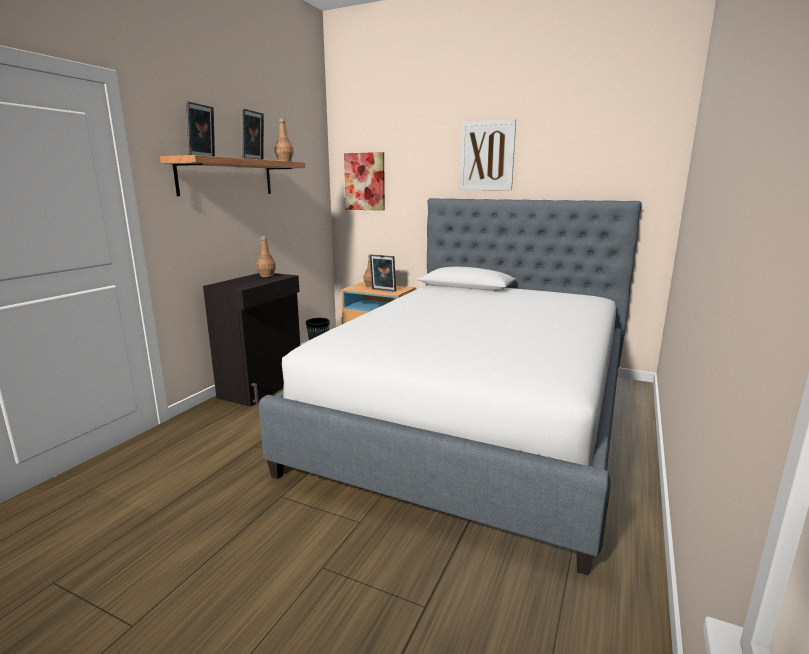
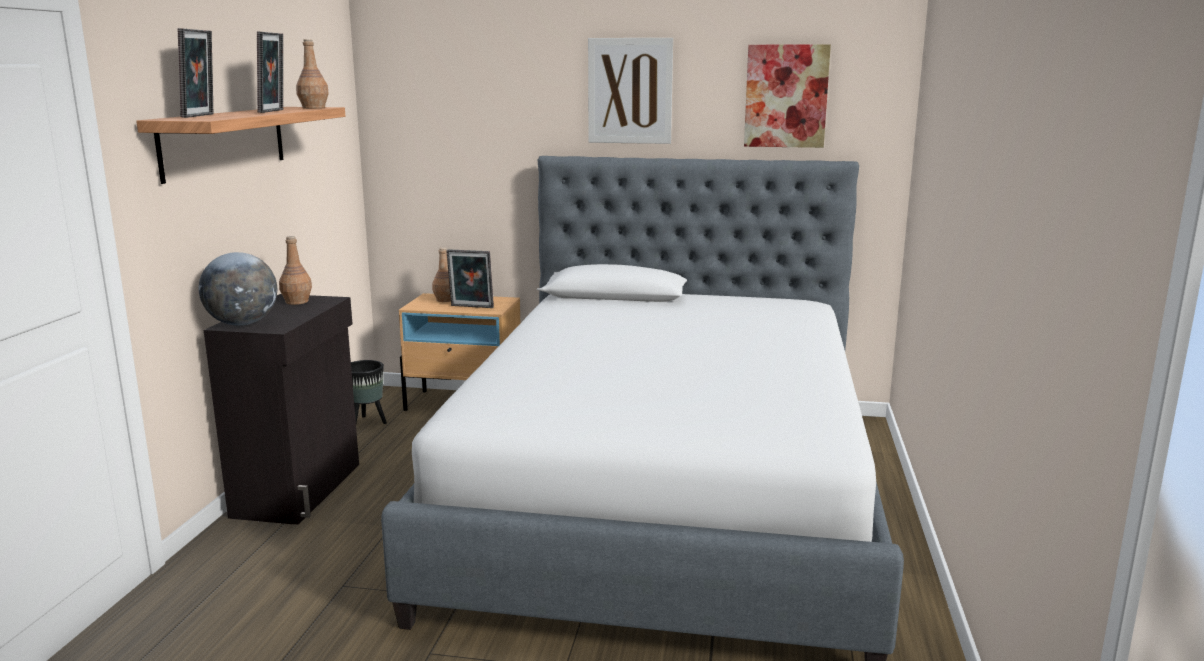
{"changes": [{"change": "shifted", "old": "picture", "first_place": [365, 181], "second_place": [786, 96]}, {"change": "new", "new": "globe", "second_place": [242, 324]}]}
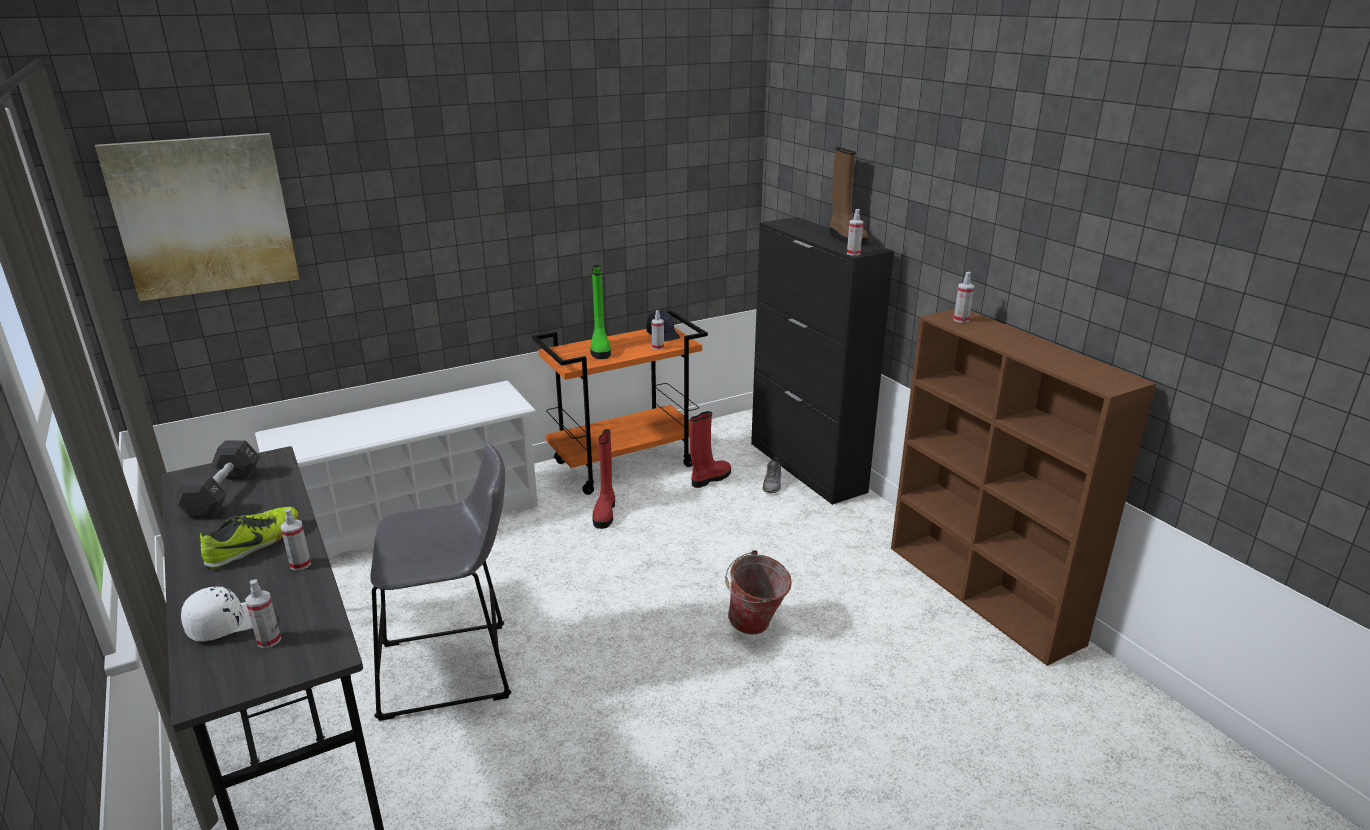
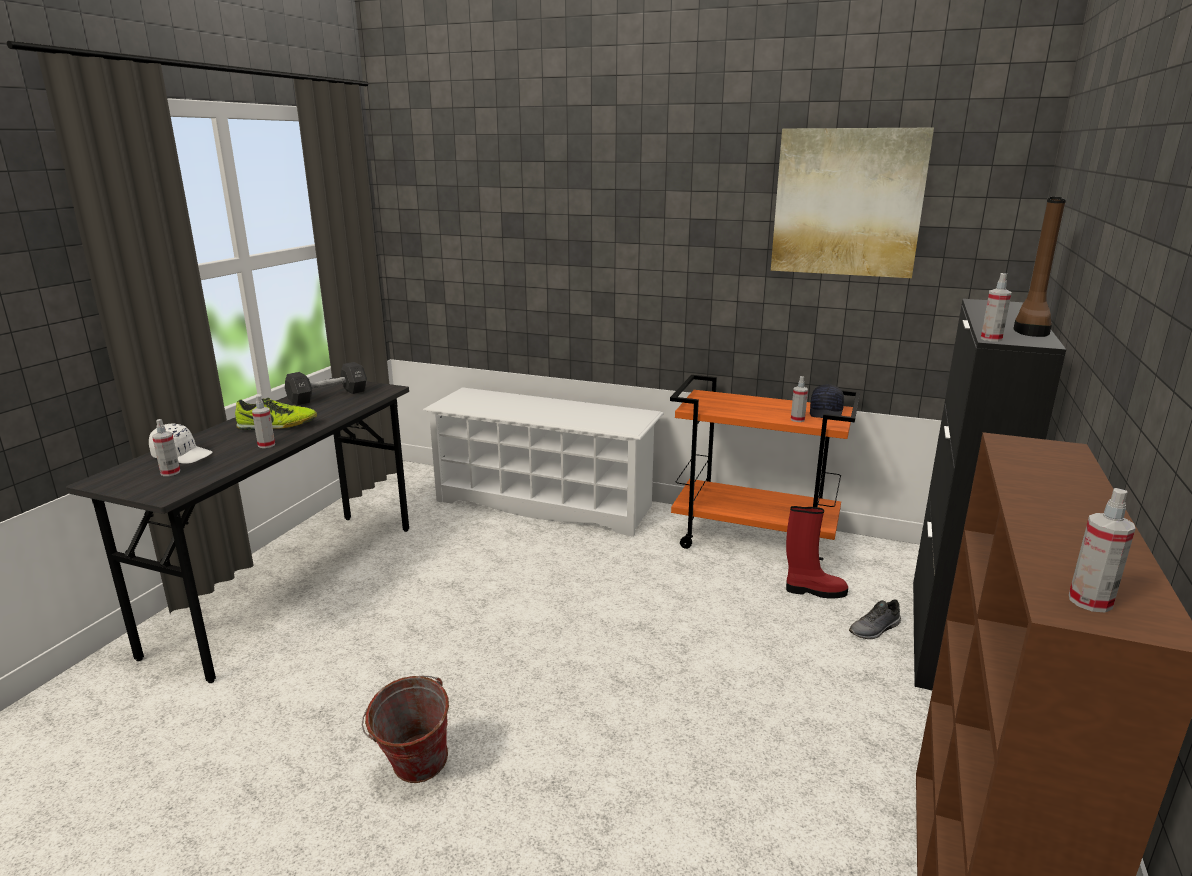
{"changes": [{"change": "shifted", "old": "picture", "first_place": [204, 215], "second_place": [847, 203]}, {"change": "gone", "old": "stool (grey)", "first_place": [454, 670]}, {"change": "gone", "old": "boot (green)", "first_place": [600, 348]}, {"change": "gone", "old": "boot (red)", "first_place": [605, 513]}, {"change": "shifted", "old": "bucket", "first_place": [755, 628], "second_place": [413, 773]}, {"change": "shifted", "old": "spray bottle", "first_place": [961, 320], "second_place": [1090, 601]}]}
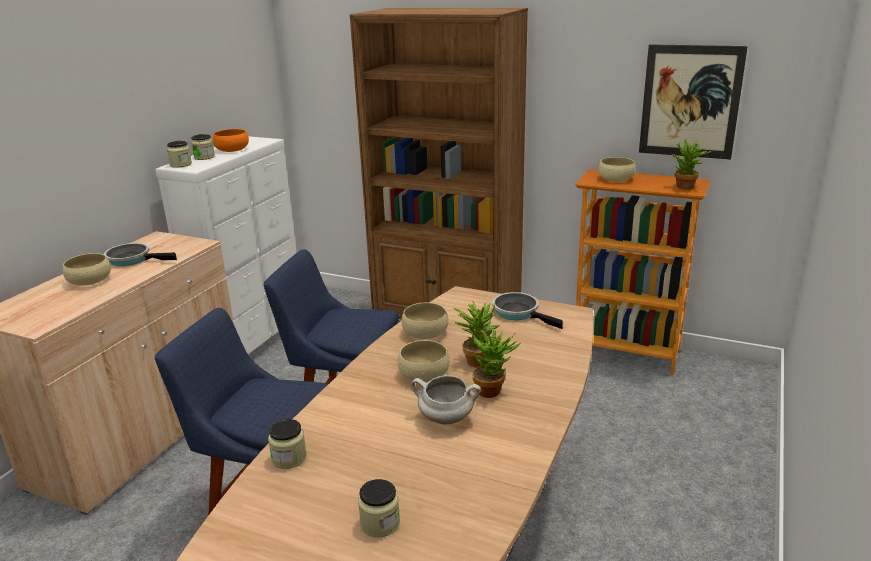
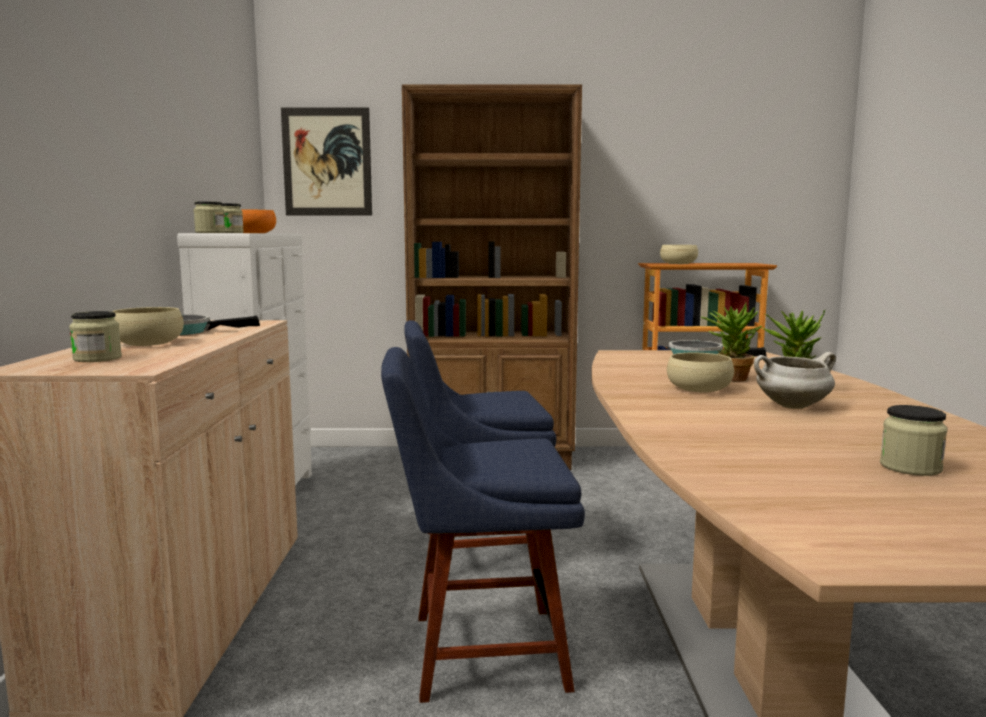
{"changes": [{"change": "shifted", "old": "jar", "first_place": [289, 458], "second_place": [97, 358]}, {"change": "gone", "old": "bowl (beige)", "first_place": [425, 332]}, {"change": "shifted", "old": "picture", "first_place": [690, 102], "second_place": [327, 162]}, {"change": "gone", "old": "potted plant", "first_place": [686, 188]}]}
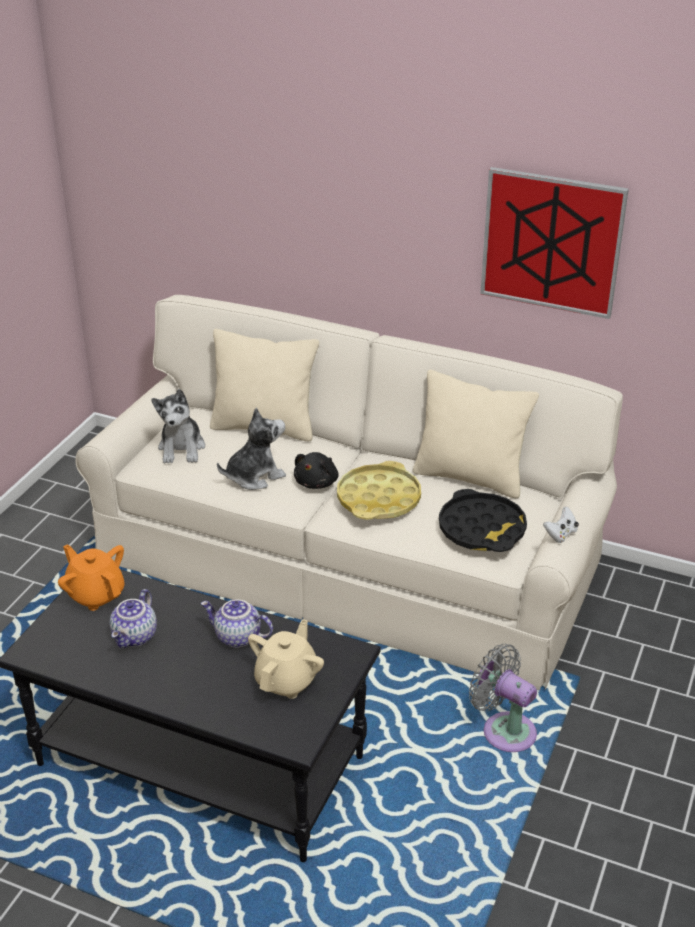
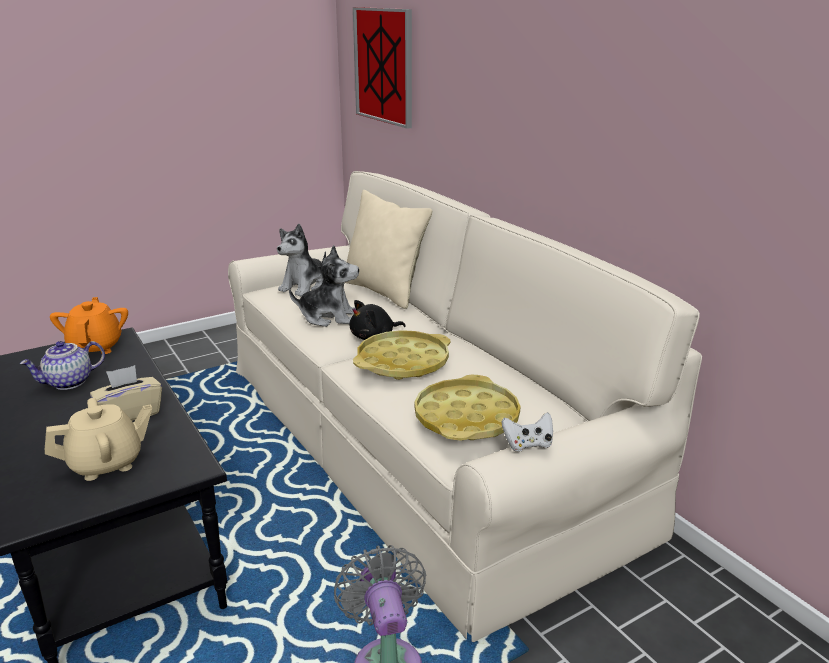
{"changes": [{"change": "swapped", "old": "teapot", "new": "tissue box (beige)", "first_place": [237, 637], "second_place": [130, 414]}, {"change": "gone", "old": "pillow (beige)", "first_place": [470, 477]}, {"change": "repainted", "old": "tray (black)", "new": "tray (yellow)", "first_place": [482, 529], "second_place": [466, 418]}, {"change": "shifted", "old": "picture", "first_place": [552, 242], "second_place": [383, 66]}]}
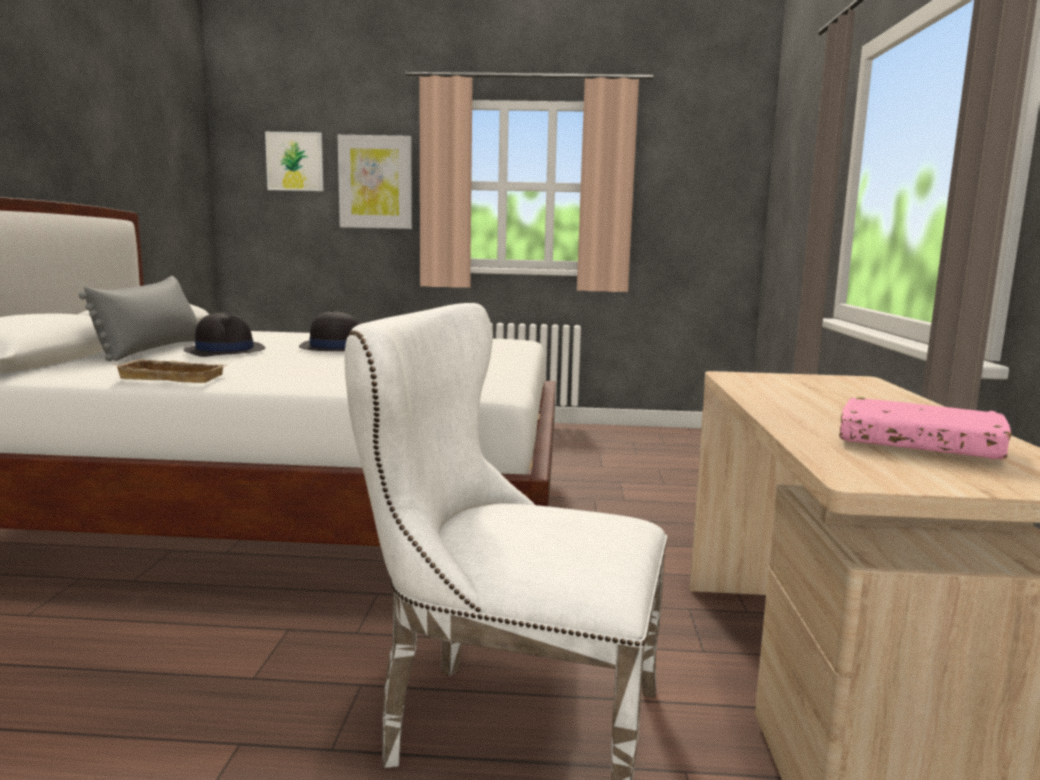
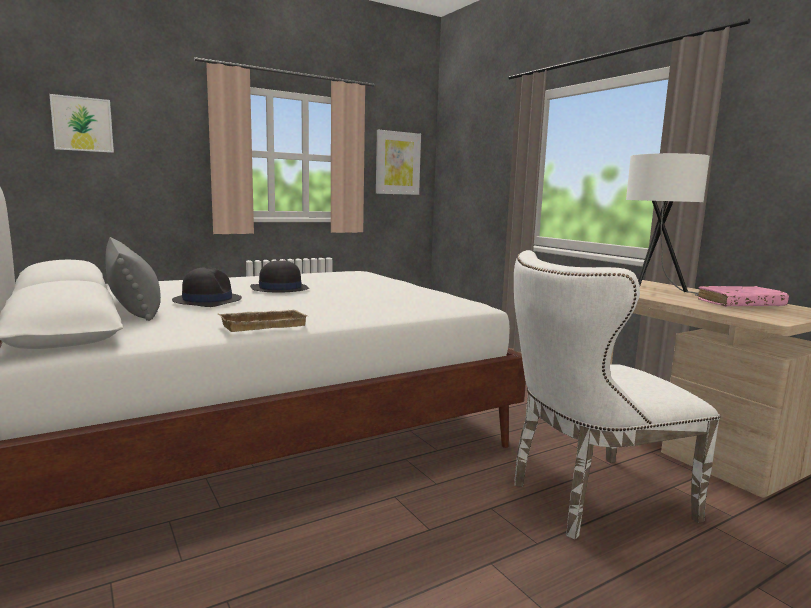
{"changes": [{"change": "shifted", "old": "picture", "first_place": [375, 182], "second_place": [397, 163]}, {"change": "new", "new": "table lamp (white)", "second_place": [656, 290]}]}
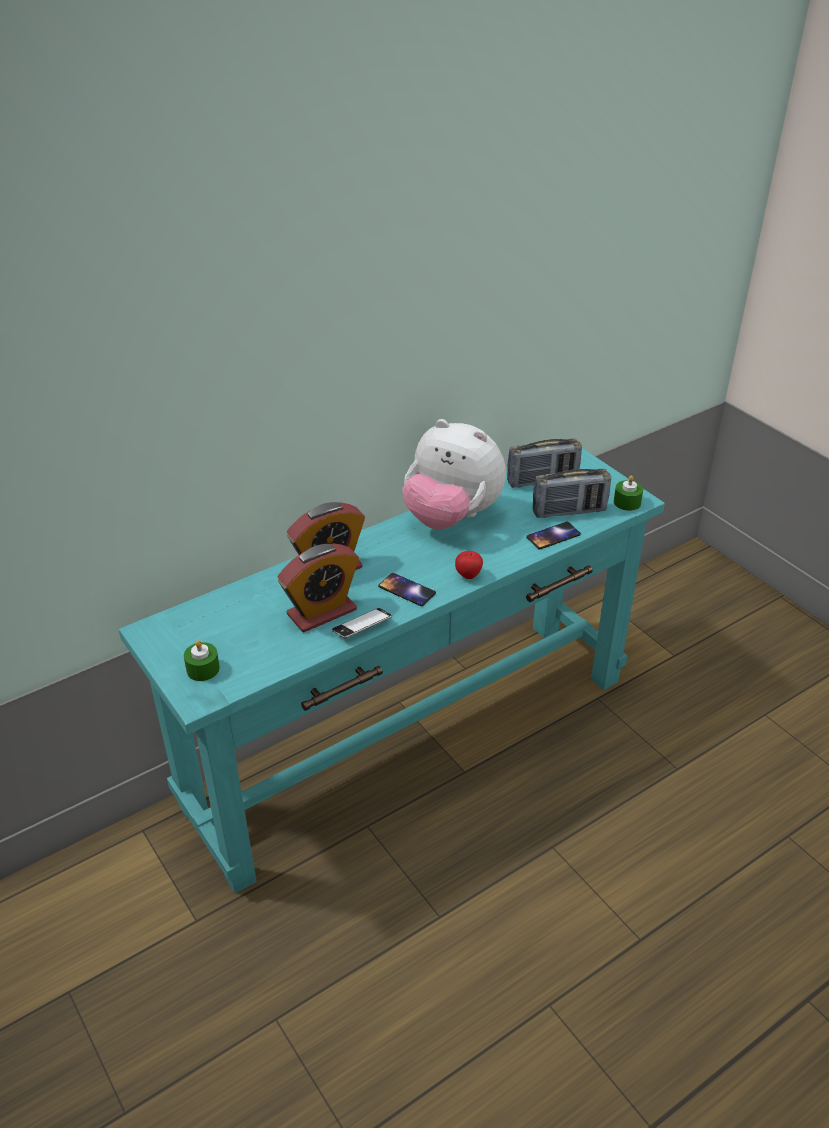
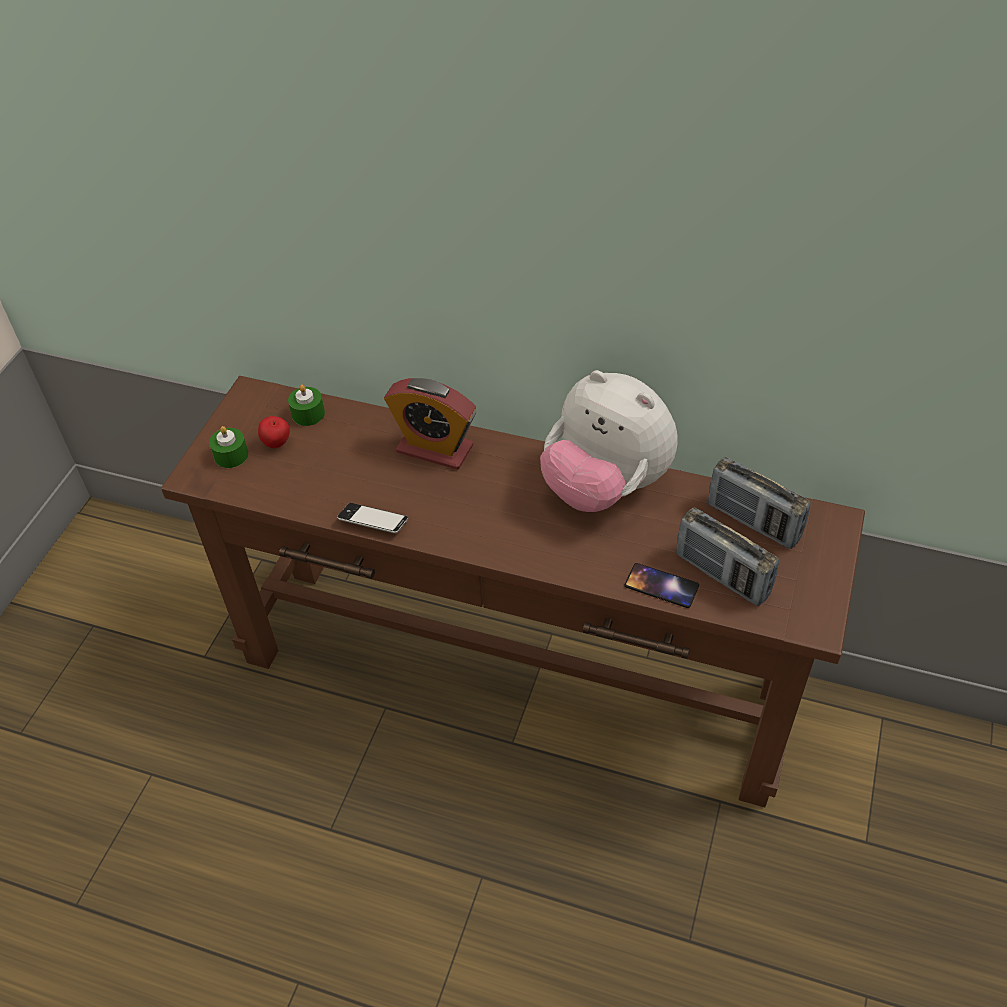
{"changes": [{"change": "repainted", "old": "console table (turquoise)", "new": "console table (brown)", "first_place": [411, 740], "second_place": [513, 674]}, {"change": "gone", "old": "alarm clock", "first_place": [322, 612]}, {"change": "gone", "old": "phone", "first_place": [406, 590]}, {"change": "rotated", "old": "plush toy", "first_place": [451, 517], "second_place": [605, 487], "degrees": -45}, {"change": "shifted", "old": "apple", "first_place": [468, 575], "second_place": [277, 444]}, {"change": "shifted", "old": "candle (green)", "first_place": [627, 502], "second_place": [308, 414]}]}
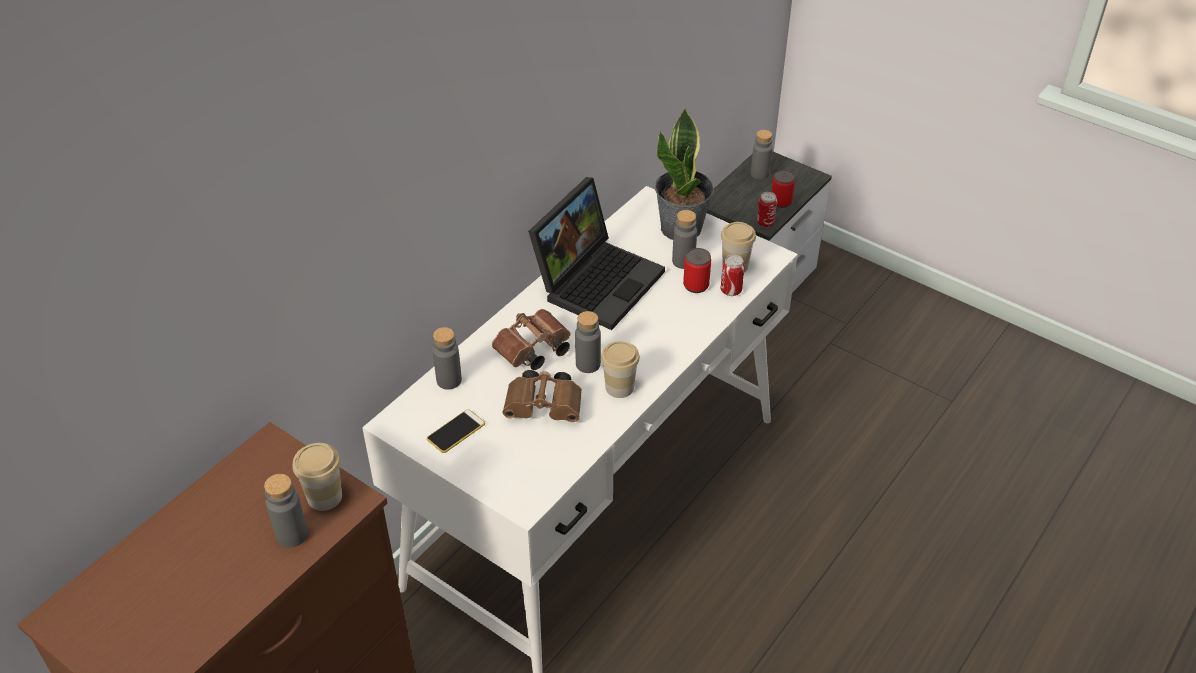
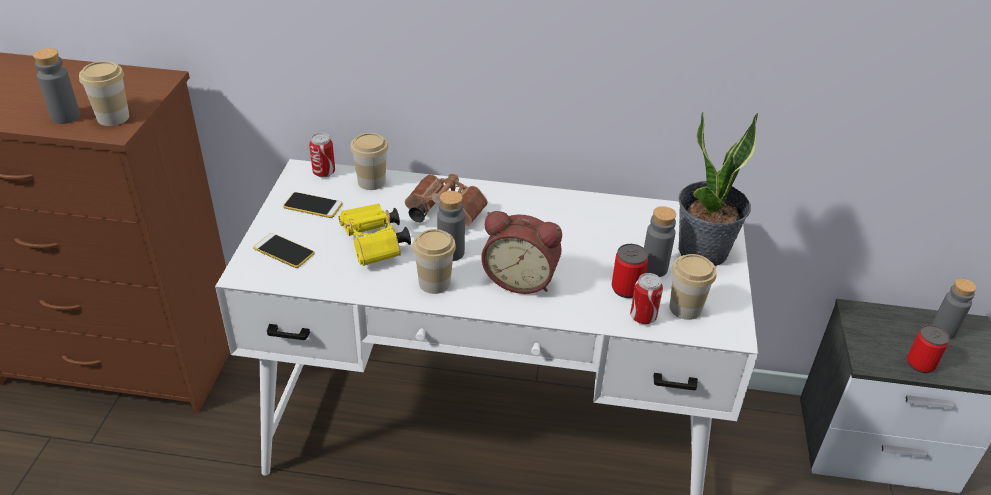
{"changes": [{"change": "swapped", "old": "bottle (grey)", "new": "cup", "first_place": [449, 380], "second_place": [371, 182]}, {"change": "repainted", "old": "binoculars (brown)", "new": "binoculars (yellow)", "first_place": [546, 408], "second_place": [375, 246]}, {"change": "gone", "old": "laptop", "first_place": [597, 280]}, {"change": "shifted", "old": "can", "first_place": [765, 223], "second_place": [324, 173]}, {"change": "new", "new": "phone", "second_place": [284, 251]}, {"change": "new", "new": "alarm clock", "second_place": [521, 279]}]}
